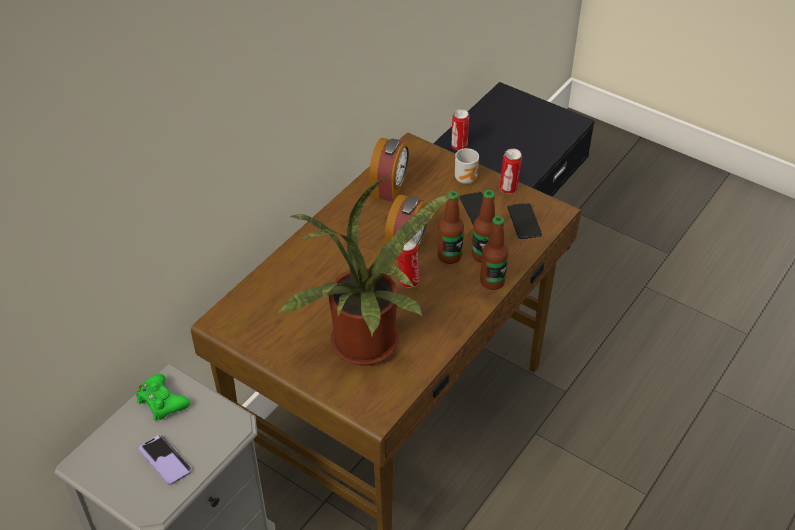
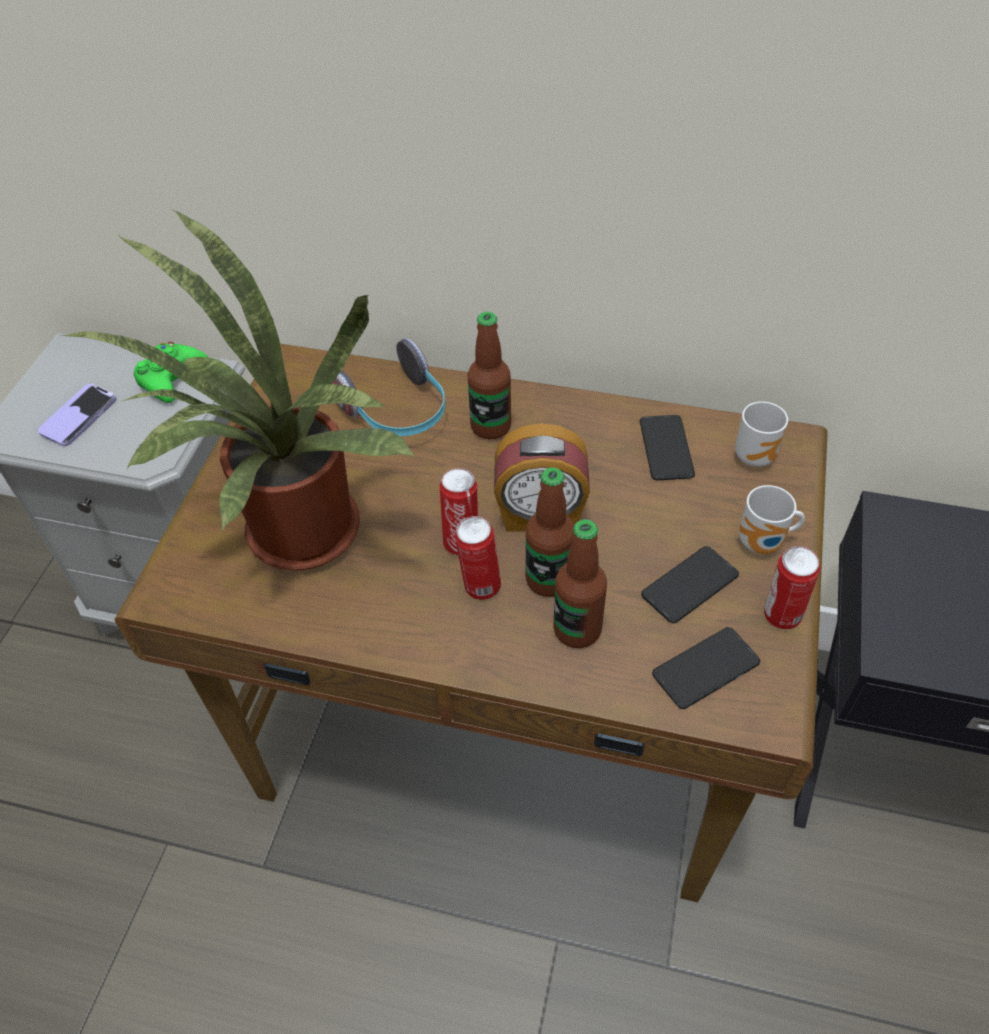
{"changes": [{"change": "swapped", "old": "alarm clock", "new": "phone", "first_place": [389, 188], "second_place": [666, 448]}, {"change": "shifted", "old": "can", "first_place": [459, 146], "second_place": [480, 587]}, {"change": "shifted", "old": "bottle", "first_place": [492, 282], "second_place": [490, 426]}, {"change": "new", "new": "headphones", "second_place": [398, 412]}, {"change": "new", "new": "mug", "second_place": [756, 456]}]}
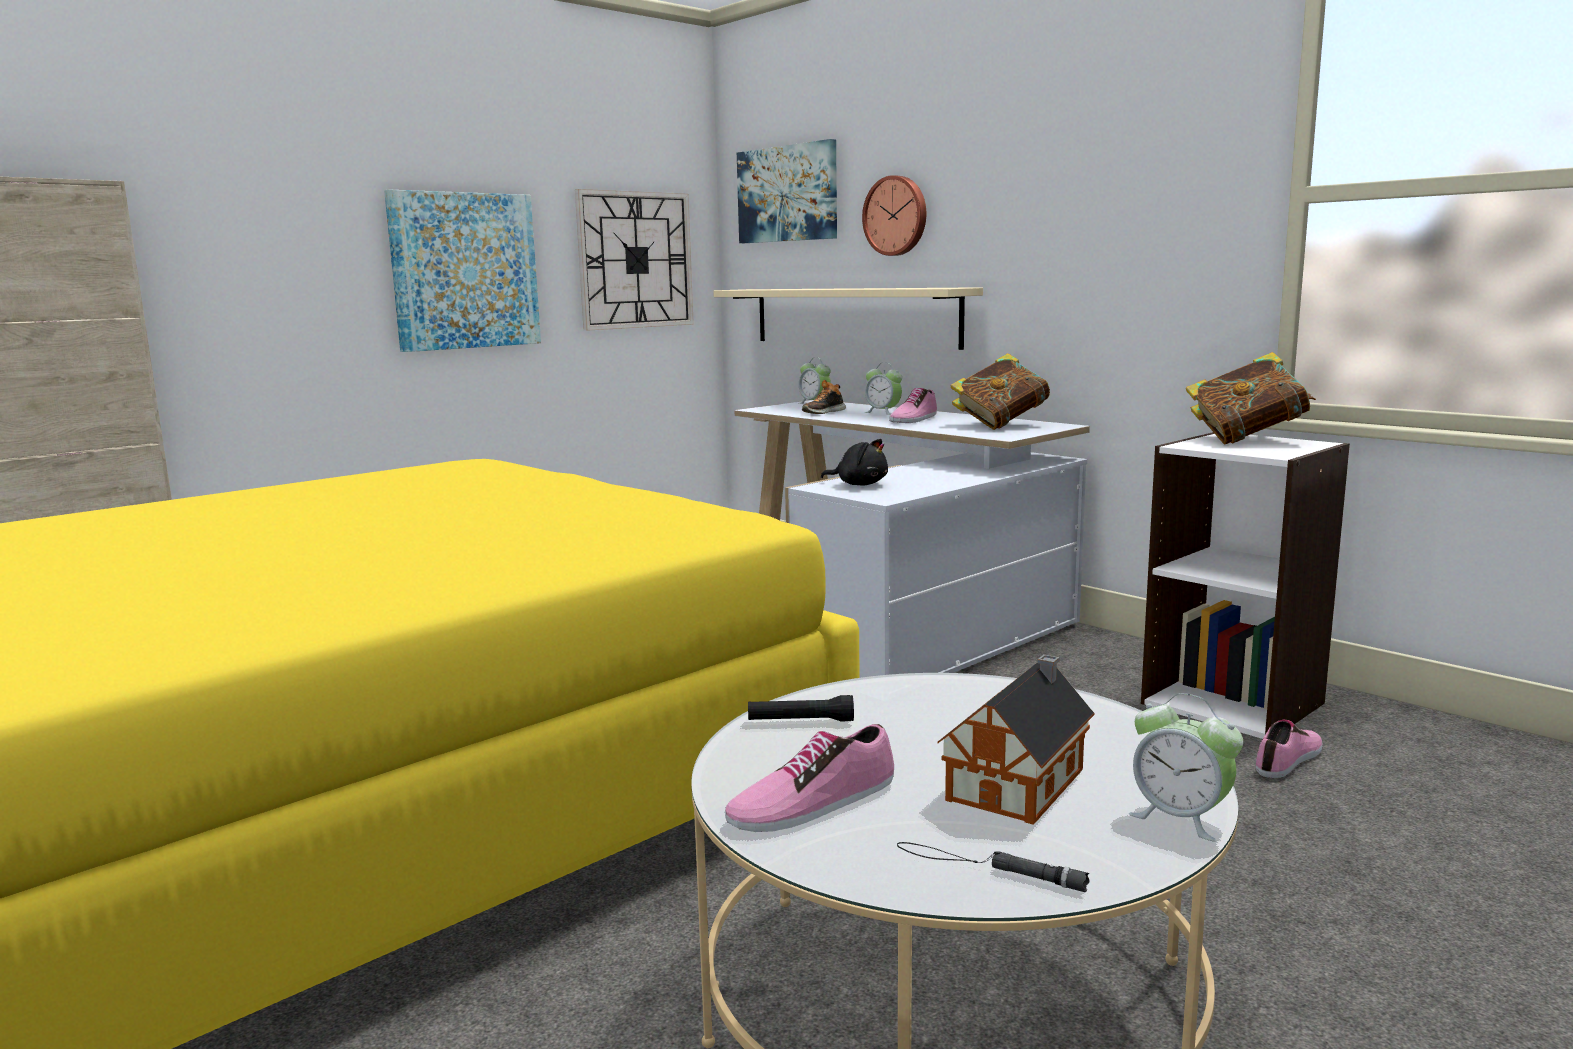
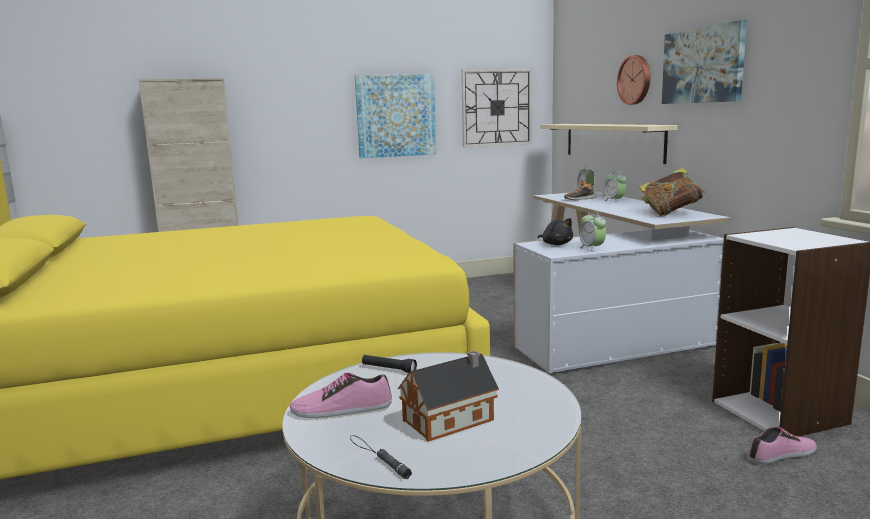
{"changes": [{"change": "shifted", "old": "picture", "first_place": [788, 194], "second_place": [703, 65]}, {"change": "gone", "old": "shoe", "first_place": [913, 419]}, {"change": "shifted", "old": "alarm clock", "first_place": [1180, 818], "second_place": [592, 249]}, {"change": "gone", "old": "book", "first_place": [1246, 439]}]}
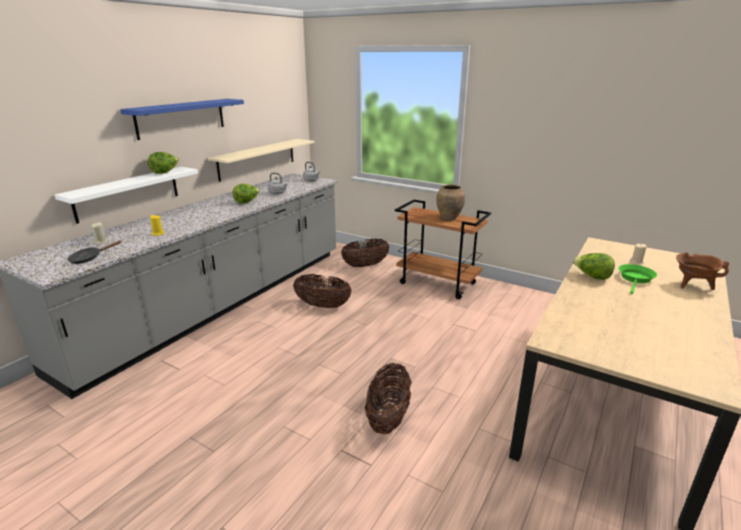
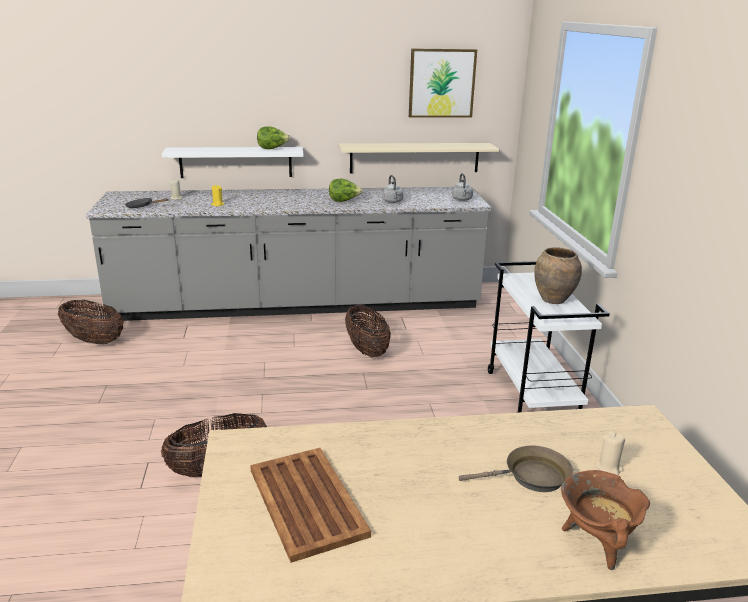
{"changes": [{"change": "gone", "old": "shelf (blue)", "first_place": [181, 118]}, {"change": "shifted", "old": "basket", "first_place": [365, 265], "second_place": [94, 340]}, {"change": "repainted", "old": "cart (brown)", "new": "cart (white)", "first_place": [438, 283], "second_place": [533, 396]}, {"change": "gone", "old": "lettuce", "first_place": [592, 277]}, {"change": "repainted", "old": "frying pan (green)", "new": "frying pan (brown)", "first_place": [635, 279], "second_place": [531, 477]}, {"change": "new", "new": "tray (brown)", "second_place": [307, 503]}, {"change": "new", "new": "picture", "second_place": [441, 83]}]}
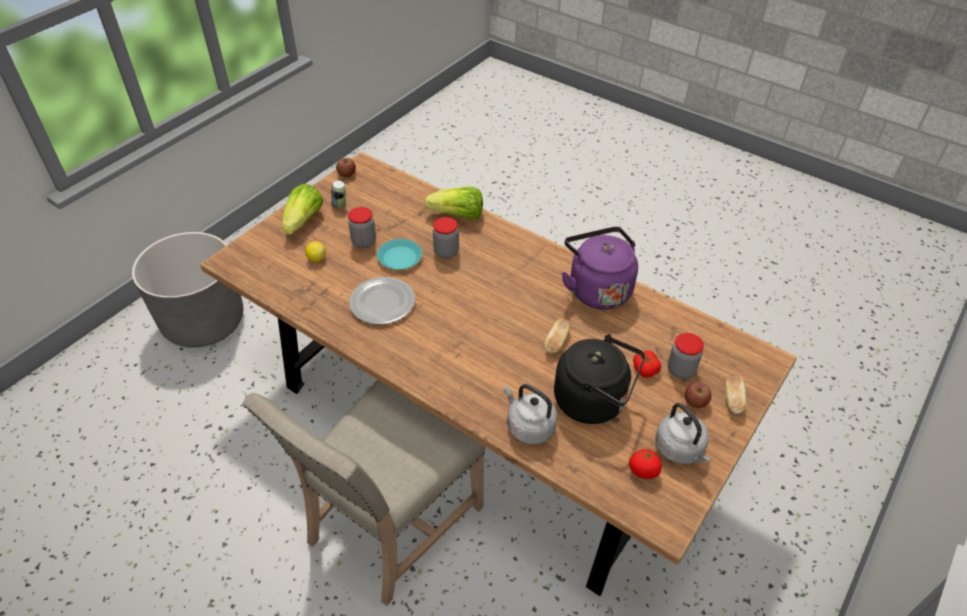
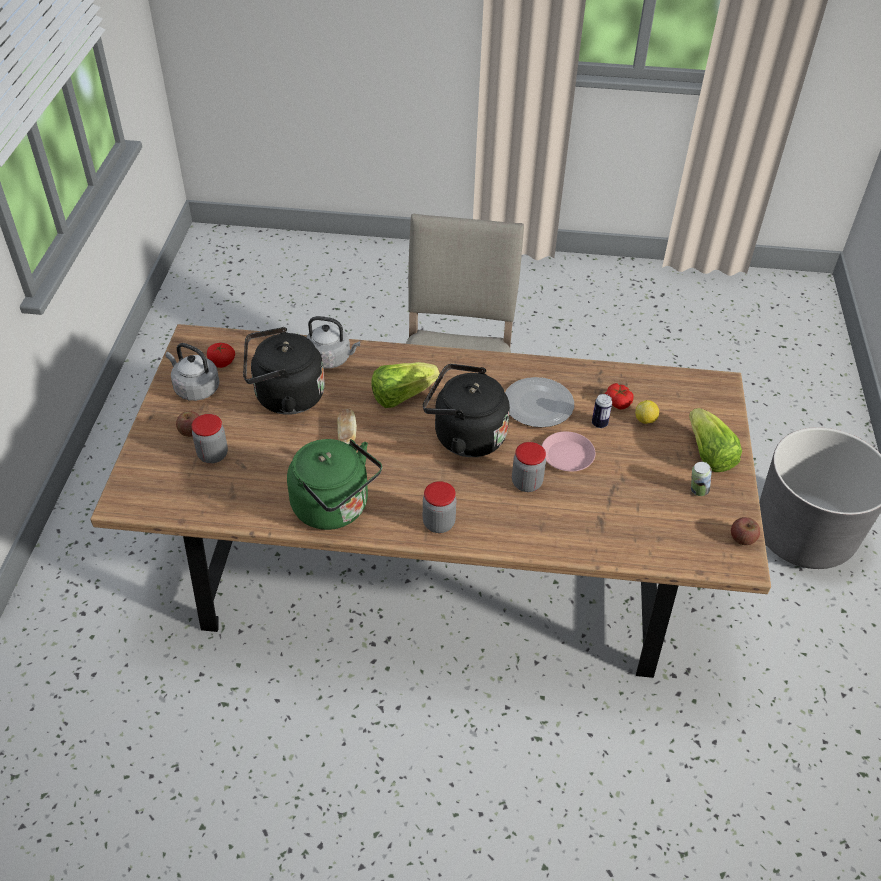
{"changes": [{"change": "shifted", "old": "jar", "first_place": [364, 242], "second_place": [438, 523]}, {"change": "repainted", "old": "plate (turquoise)", "new": "plate (pink)", "first_place": [400, 258], "second_place": [567, 456]}, {"change": "shifted", "old": "lettuce", "first_place": [458, 216], "second_place": [401, 395]}, {"change": "repainted", "old": "kettle (purple)", "new": "kettle (green)", "first_place": [597, 289], "second_place": [335, 508]}, {"change": "shifted", "old": "tomato", "first_place": [645, 369], "second_place": [617, 402]}, {"change": "gone", "old": "bread", "first_place": [733, 399]}, {"change": "new", "new": "kettle (black)", "second_place": [464, 436]}, {"change": "new", "new": "can", "second_place": [599, 423]}]}
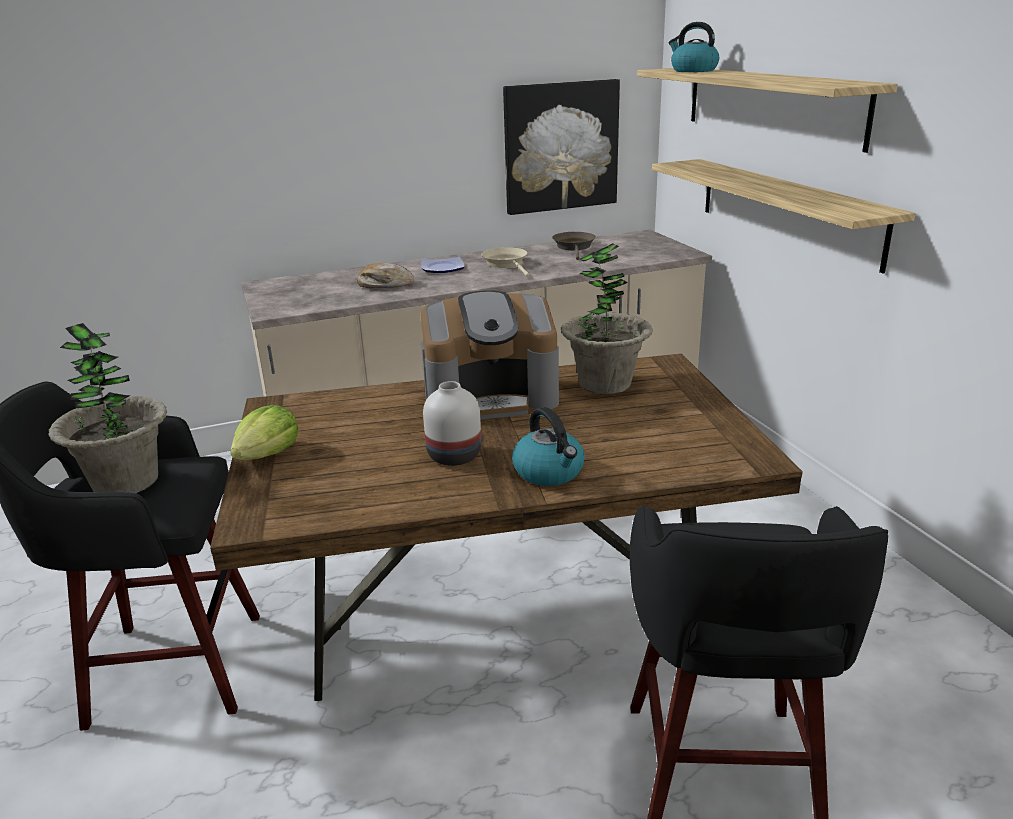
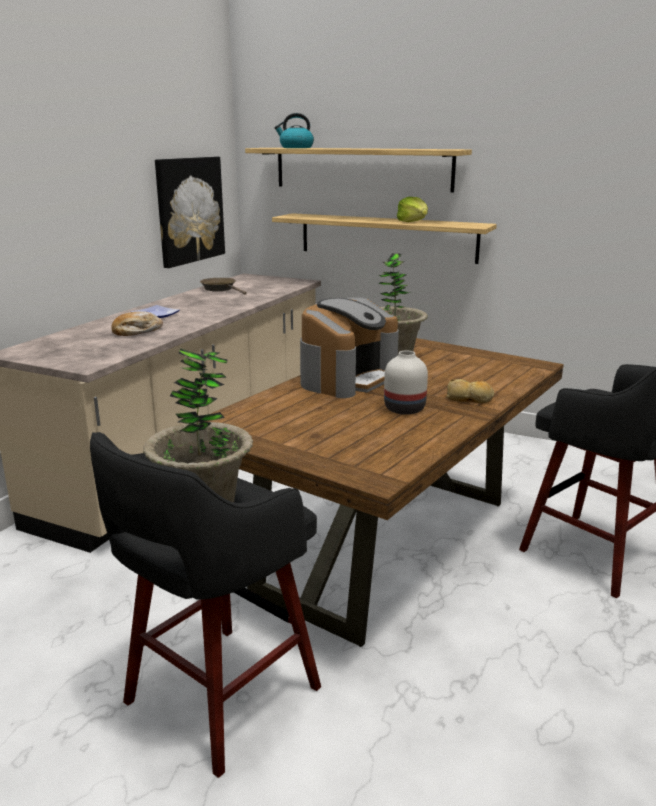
{"changes": [{"change": "shifted", "old": "lettuce", "first_place": [268, 454], "second_place": [413, 222]}, {"change": "gone", "old": "frying pan (beige)", "first_place": [507, 264]}, {"change": "swapped", "old": "kettle", "new": "bread", "first_place": [549, 472], "second_place": [469, 399]}]}
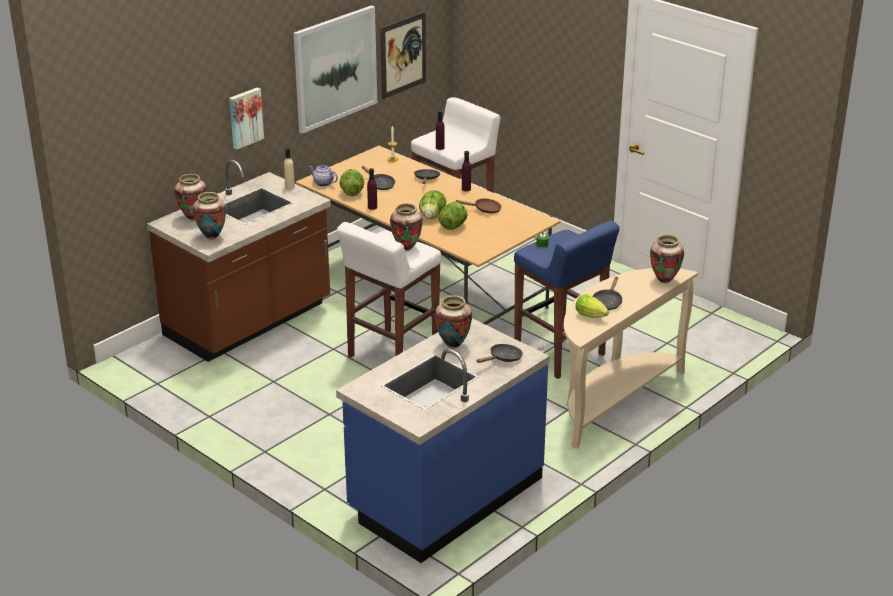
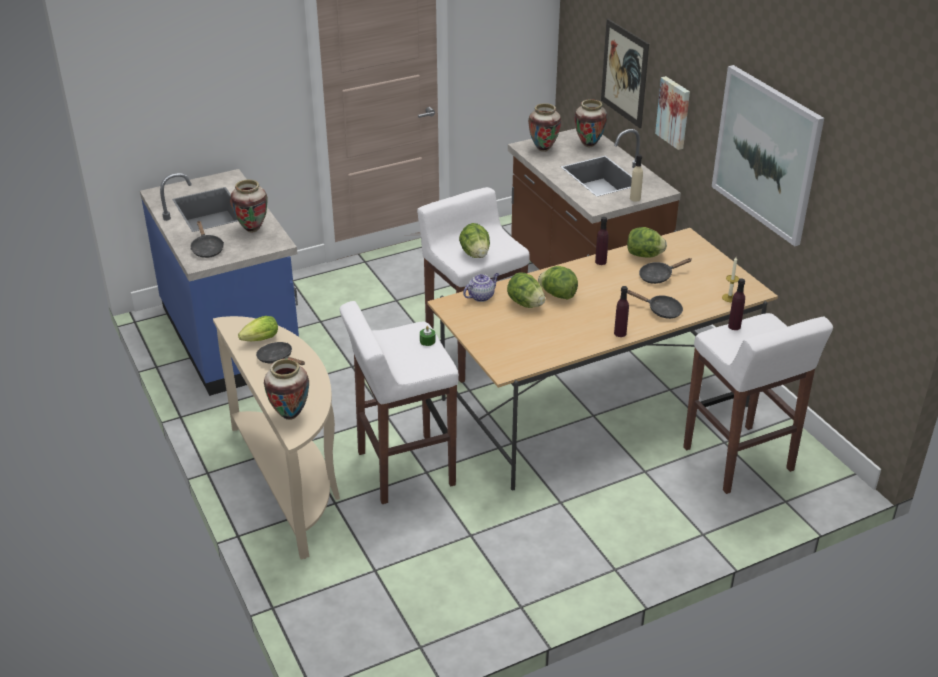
{"changes": [{"change": "shifted", "old": "teapot", "first_place": [323, 183], "second_place": [481, 296]}, {"change": "shifted", "old": "picture", "first_place": [403, 55], "second_place": [624, 73]}, {"change": "swapped", "old": "vase", "new": "lettuce", "first_place": [406, 248], "second_place": [475, 254]}, {"change": "gone", "old": "frying pan (brown)", "first_place": [484, 210]}, {"change": "repainted", "old": "stool (blue)", "new": "stool (white)", "first_place": [560, 355], "second_place": [404, 469]}]}
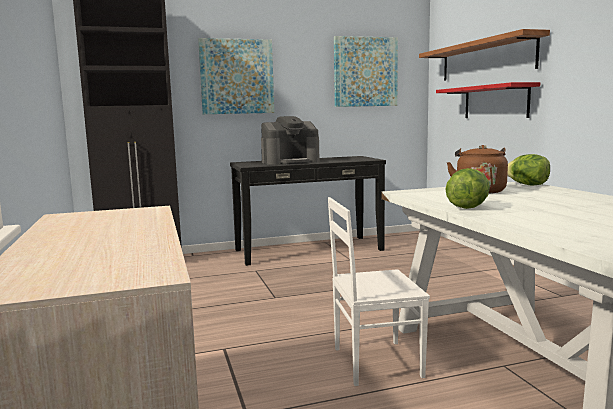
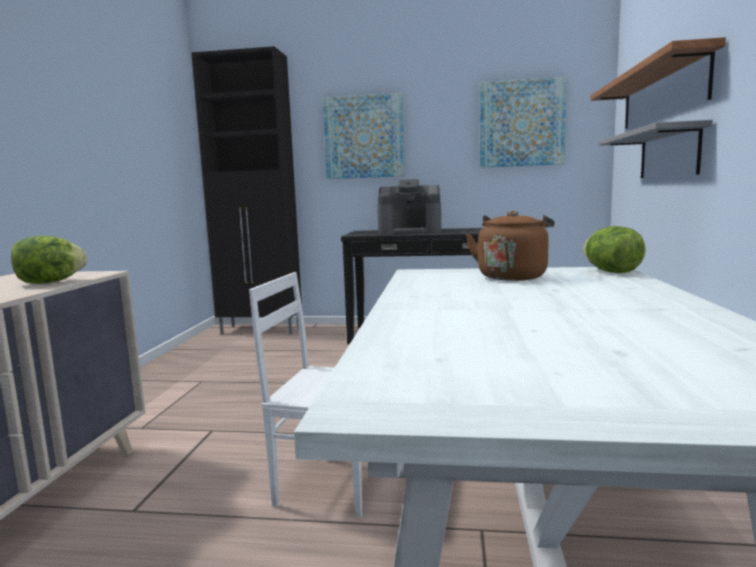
{"changes": [{"change": "repainted", "old": "shelf (red)", "new": "shelf (grey)", "first_place": [495, 102], "second_place": [668, 153]}, {"change": "shifted", "old": "lettuce", "first_place": [467, 207], "second_place": [50, 282]}]}
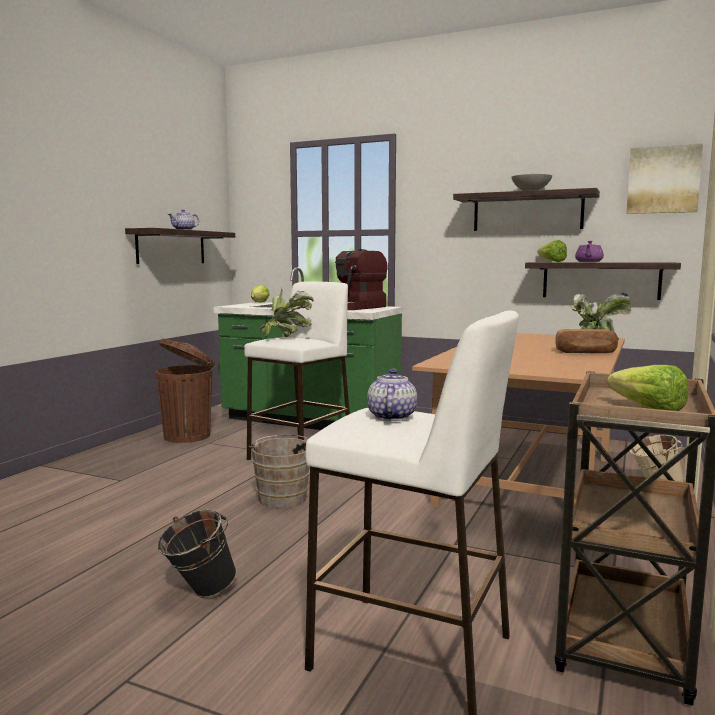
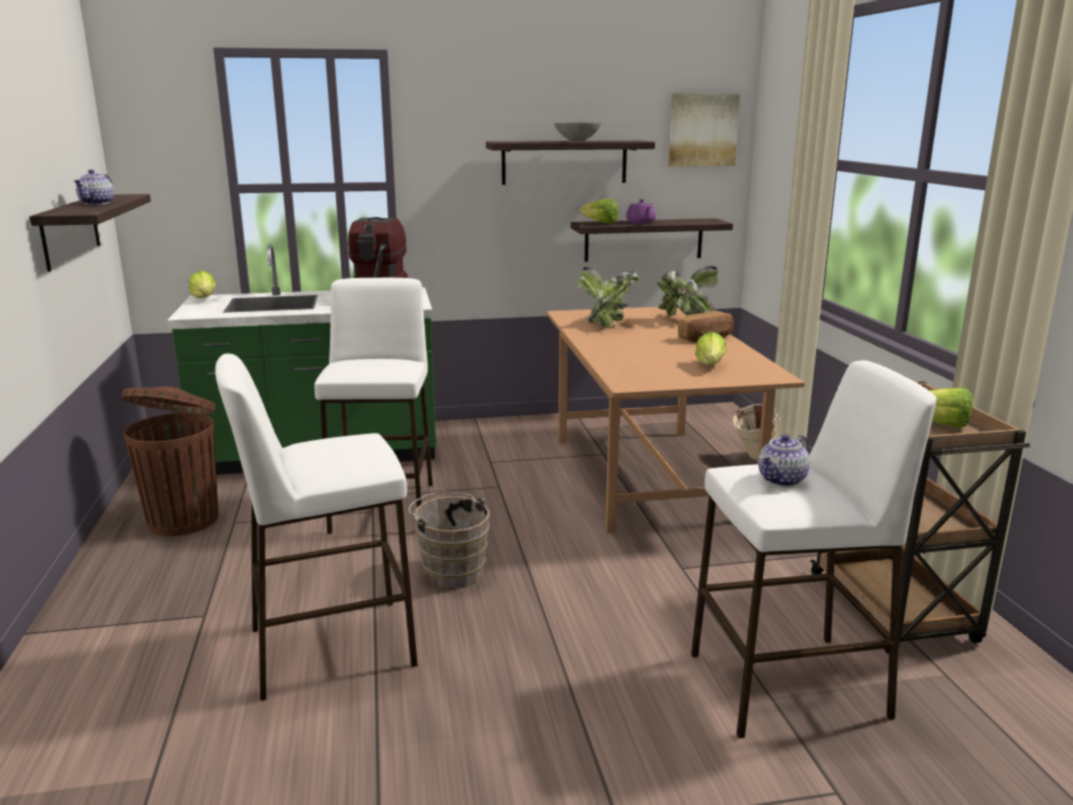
{"changes": [{"change": "gone", "old": "bucket (black)", "first_place": [198, 593]}, {"change": "shifted", "old": "potted plant", "first_place": [287, 338], "second_place": [607, 324]}, {"change": "rotated", "old": "teapot", "first_place": [391, 416], "second_place": [782, 480], "degrees": -105}, {"change": "new", "new": "stool (white)", "second_place": [330, 647]}, {"change": "new", "new": "lettuce", "second_place": [709, 367]}]}
